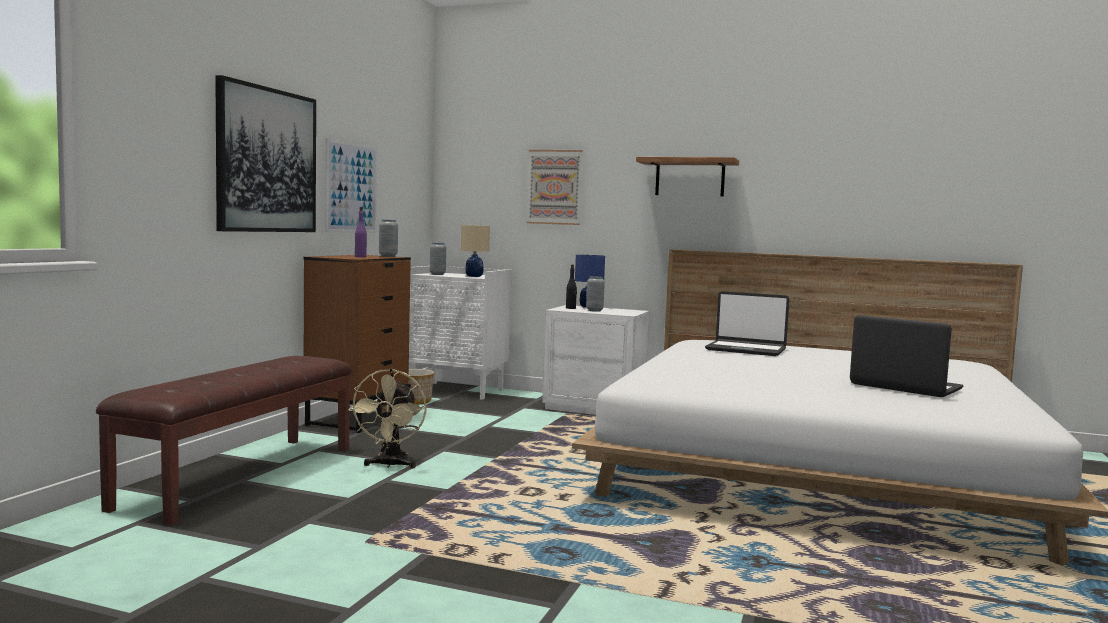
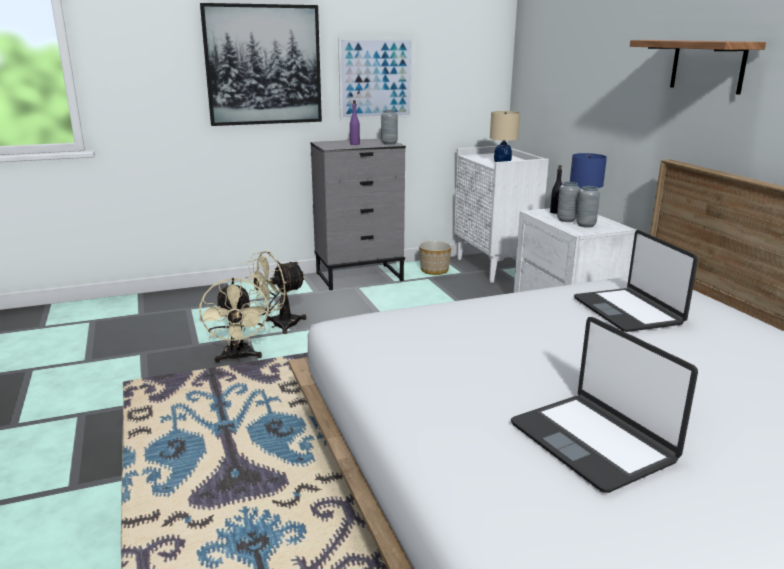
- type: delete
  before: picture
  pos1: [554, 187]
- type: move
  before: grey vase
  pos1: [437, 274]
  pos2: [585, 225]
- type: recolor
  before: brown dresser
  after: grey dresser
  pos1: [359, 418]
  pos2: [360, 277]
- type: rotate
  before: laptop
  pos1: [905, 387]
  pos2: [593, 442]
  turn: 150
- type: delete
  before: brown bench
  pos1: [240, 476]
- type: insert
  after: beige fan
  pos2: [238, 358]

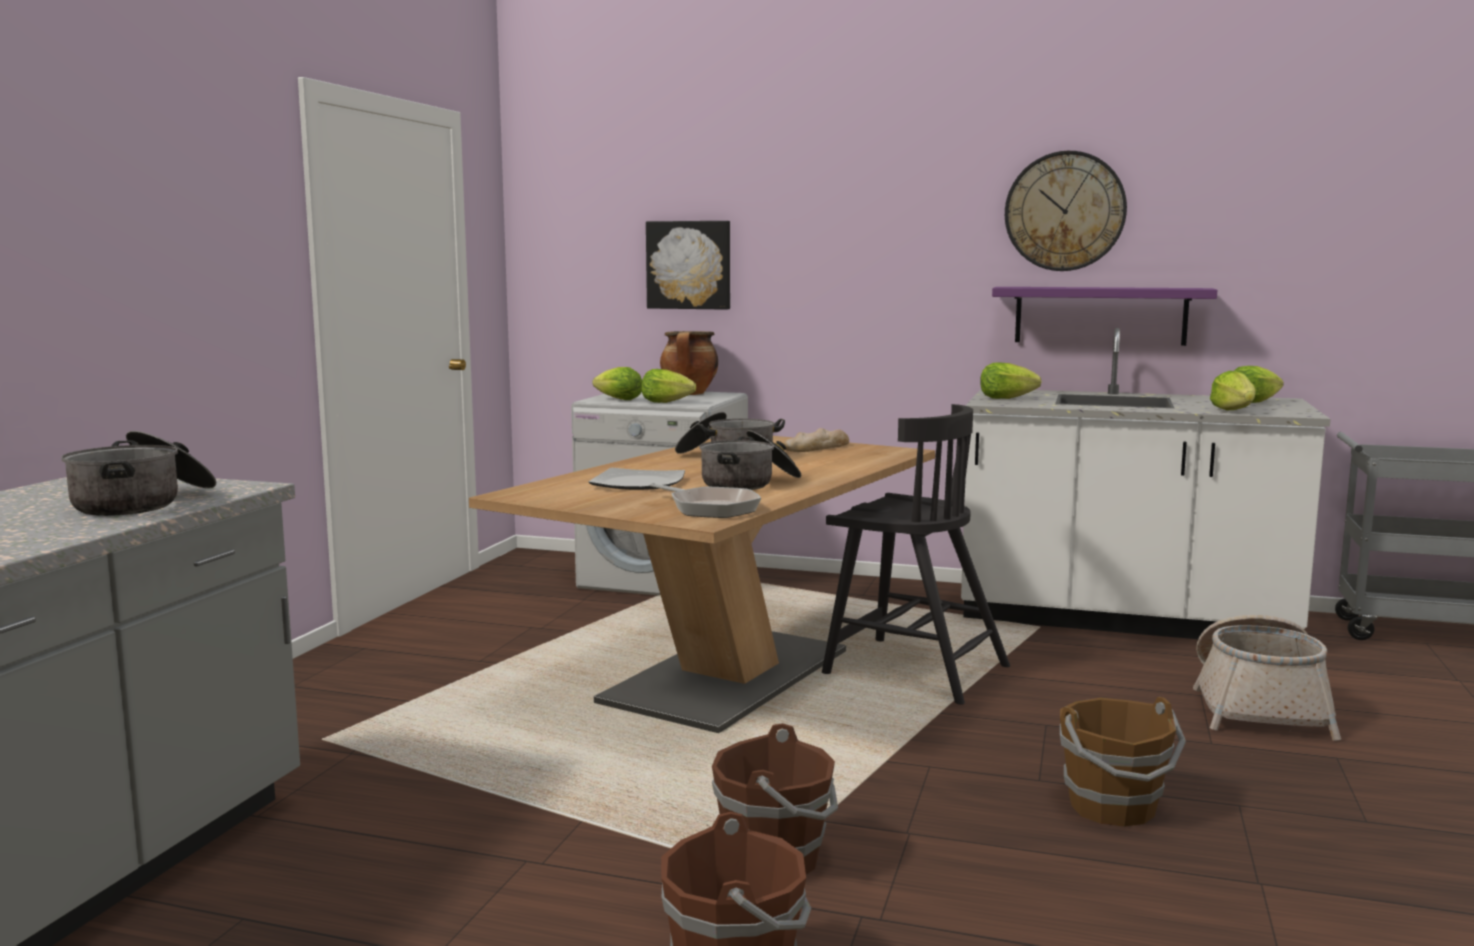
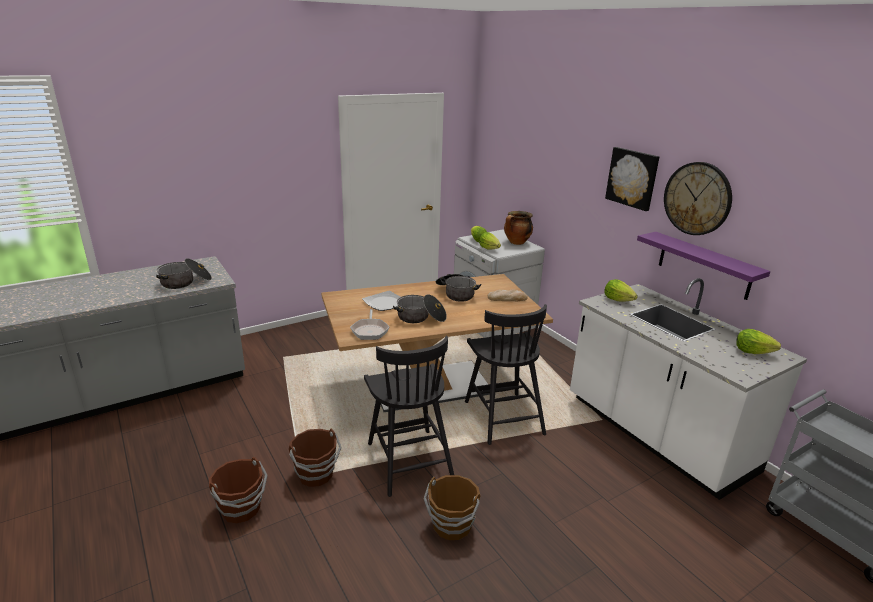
- type: move
  before: picture
  pos1: [689, 265]
  pos2: [632, 178]
- type: delete
  before: lettuce
  pos1: [1233, 411]
- type: delete
  before: basket
  pos1: [1259, 706]
- type: insert
  after: black chair
  pos2: [409, 459]

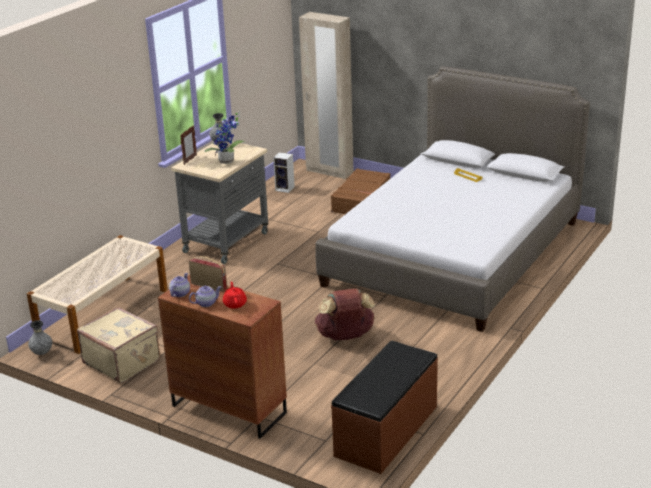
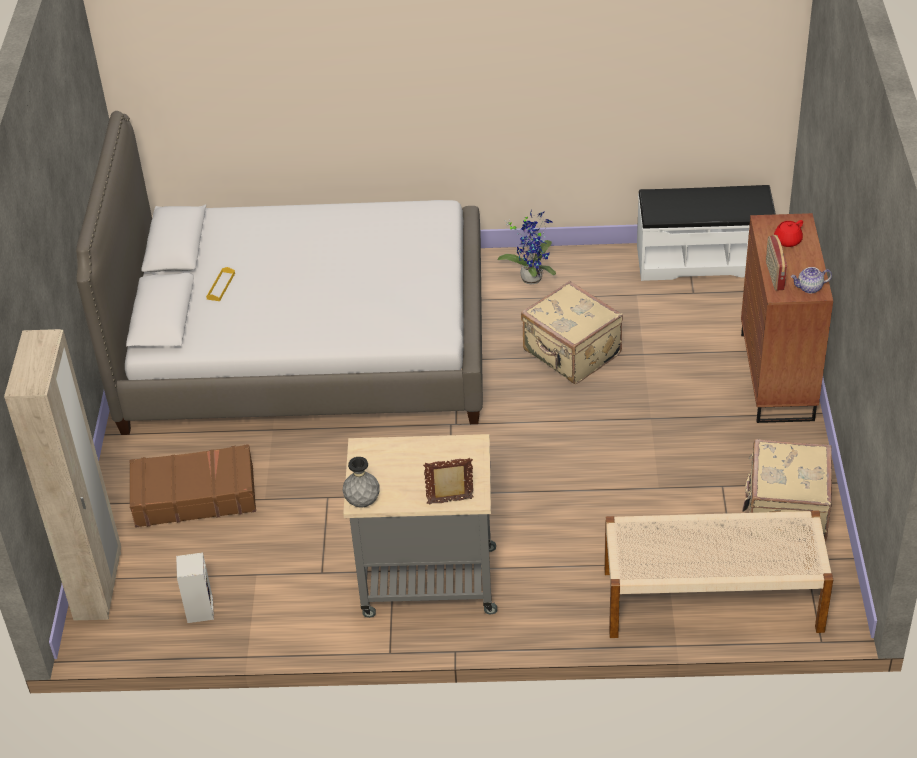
- type: move
  before: potted plant
  pos1: [228, 162]
  pos2: [532, 276]
- type: delete
  before: teapot
  pos1: [206, 303]
- type: replace
  before: brown backpack
  after: beige suitcase
  pos1: [345, 336]
  pos2: [571, 354]
- type: delete
  before: grey vase
  pos1: [42, 353]
- type: recolor
  before: brown bench
  after: white bench
  pos1: [387, 431]
  pos2: [702, 259]

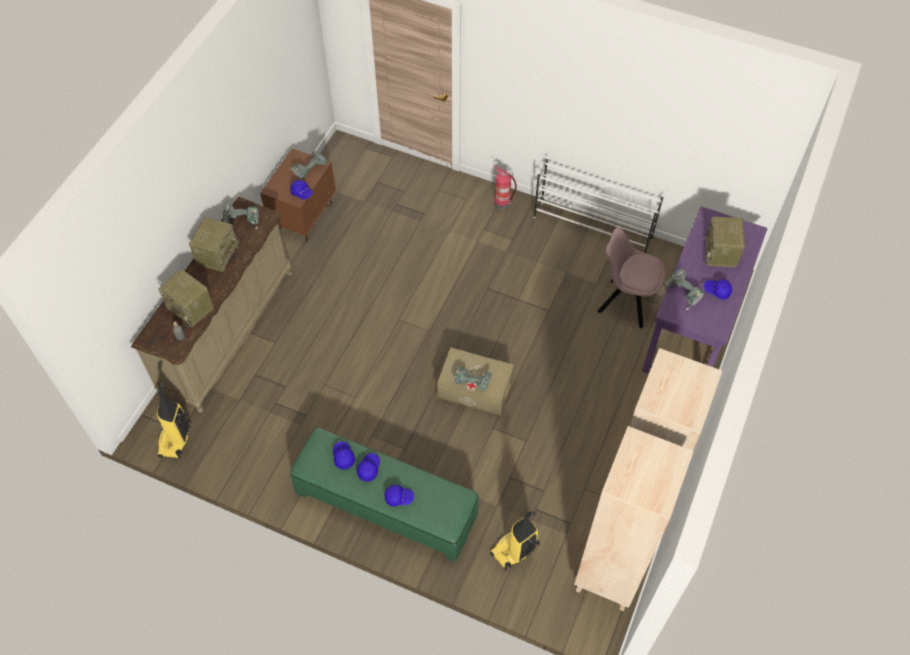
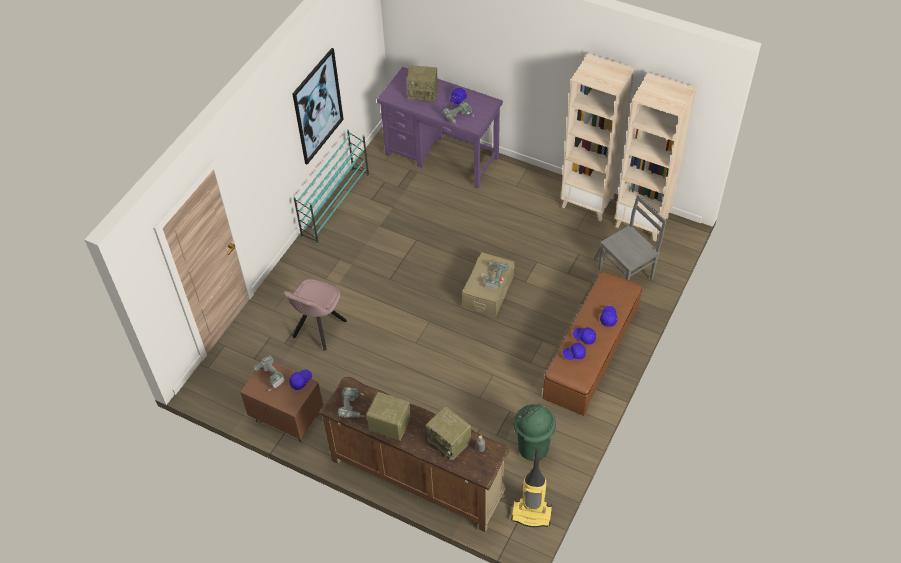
- type: recolor
  before: white shoe rack
  after: turquoise shoe rack
  pos1: [592, 228]
  pos2: [336, 205]
- type: delete
  before: fire extinguisher
  pos1: [503, 203]
- type: move
  before: pink chair
  pos1: [626, 303]
  pos2: [319, 329]
- type: rotate
  before: radio
  pos1: [191, 308]
  pos2: [450, 442]
  turn: 90
- type: recolor
  before: green bench
  after: brown bench
  pos1: [385, 504]
  pos2: [591, 353]
- type: replace
  before: vacuum cleaner
  after: grey chair
  pos1: [515, 550]
  pos2: [626, 273]
- type: insert
  after: picture
  pos2: [318, 106]
- type: insert
  after: green trash can
  pos2: [532, 448]

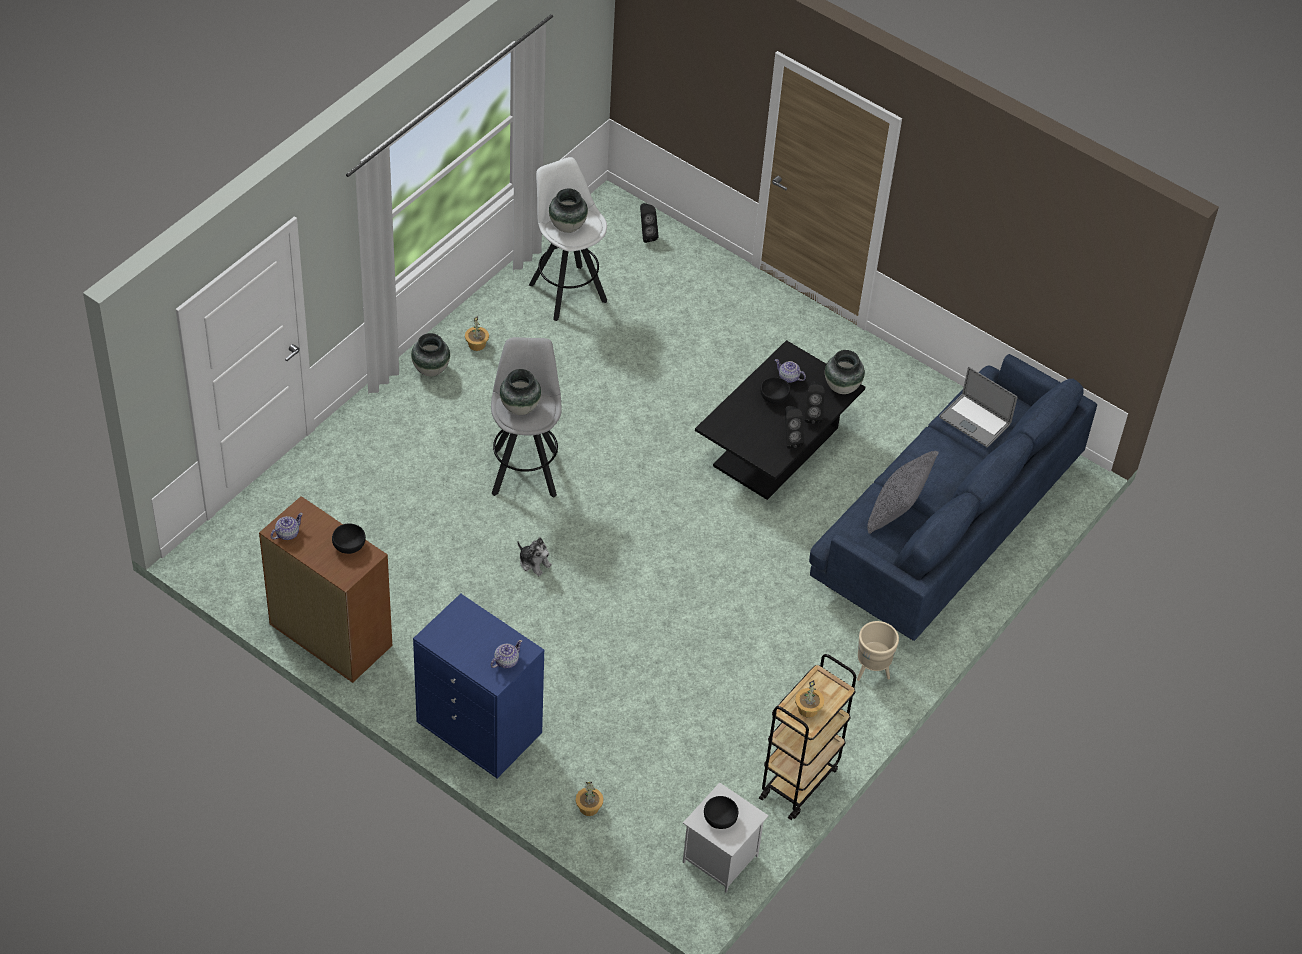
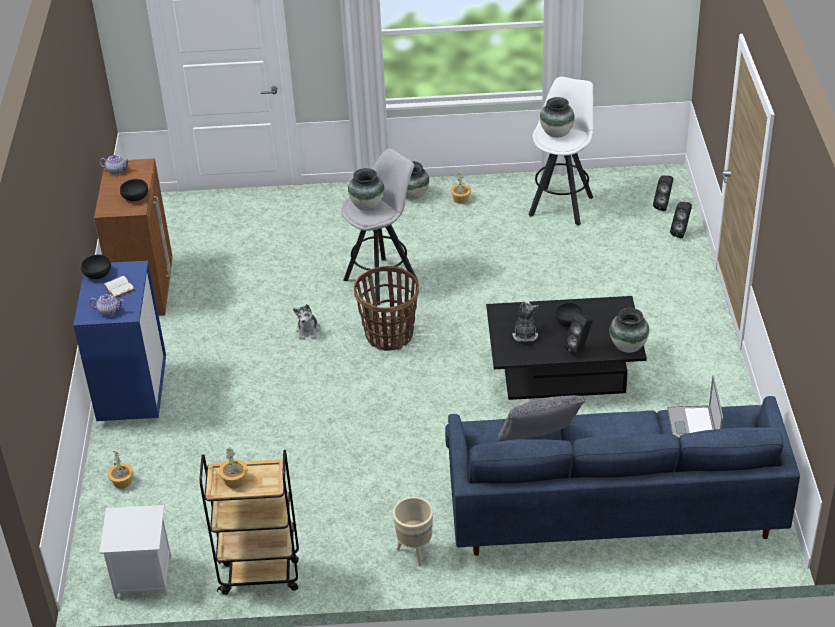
- type: delete
  before: teapot
  pos1: [789, 377]
- type: move
  before: black speaker
  pos1: [790, 439]
  pos2: [681, 233]
- type: move
  before: black bowl
  pos1: [719, 818]
  pos2: [97, 273]
- type: insert
  after: basket
  pos2: [389, 335]
- type: insert
  after: white book
  pos2: [118, 287]
- type: insert
  after: plush toy
  pos2: [525, 335]

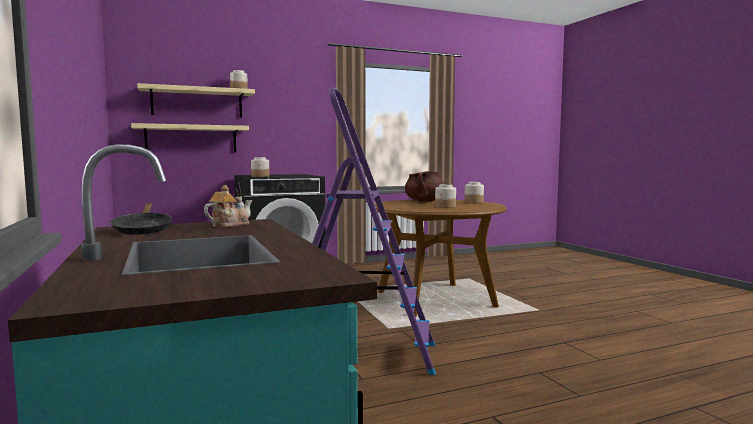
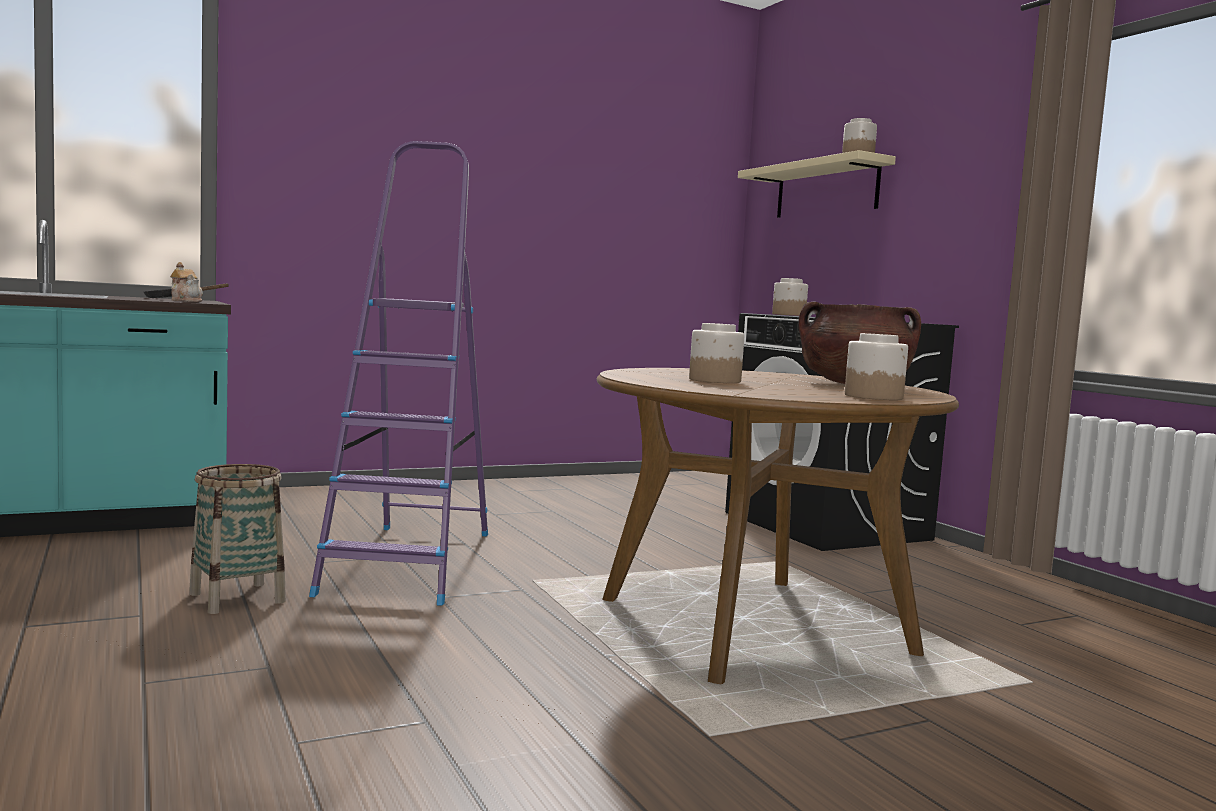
- type: delete
  before: beige shelf
  pos1: [191, 139]
- type: insert
  after: basket
  pos2: [237, 598]

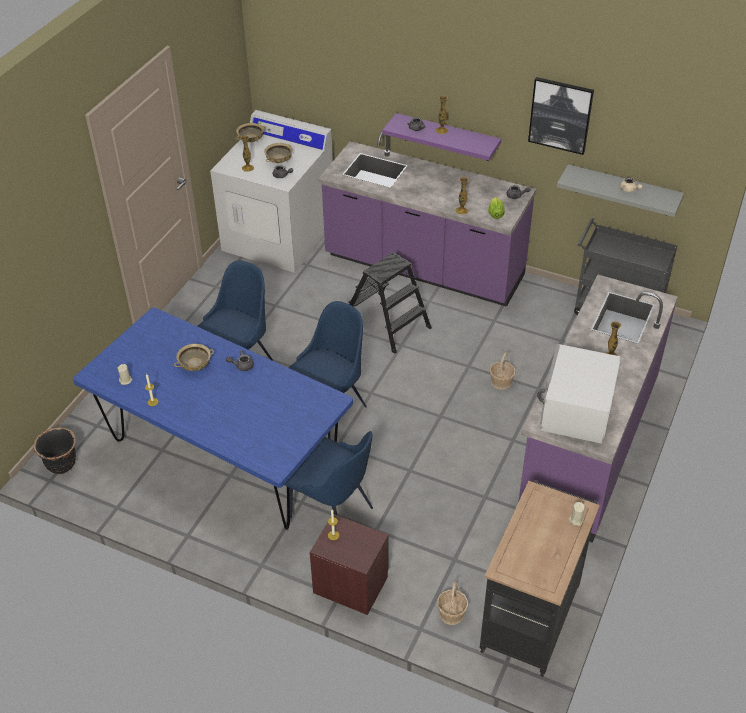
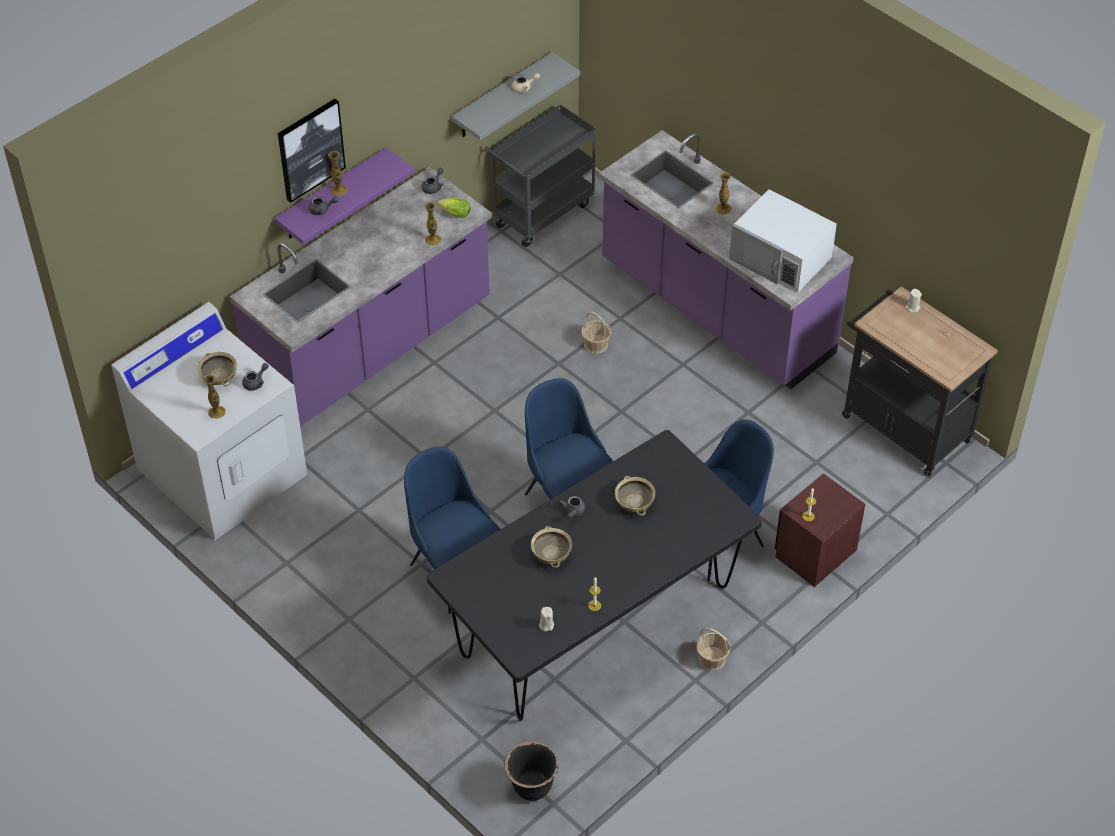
- type: move
  before: picture
  pos1: [560, 115]
  pos2: [310, 149]
- type: move
  before: beige bowl
  pos1: [250, 139]
  pos2: [634, 503]
- type: delete
  before: black step ladder
  pos1: [387, 322]
- type: recolor
  before: blue dining table
  after: black dining table
  pos1: [221, 458]
  pos2: [594, 623]
- type: move
  before: basket
  pos1: [451, 614]
  pos2: [712, 659]

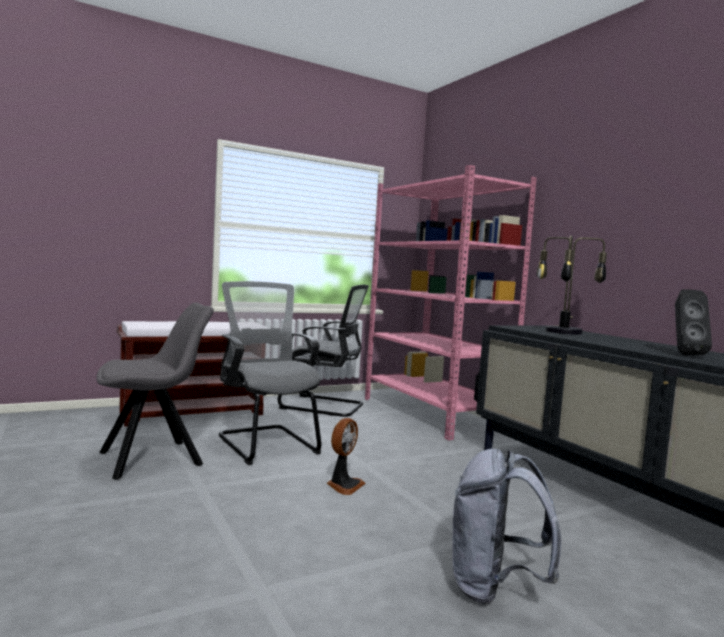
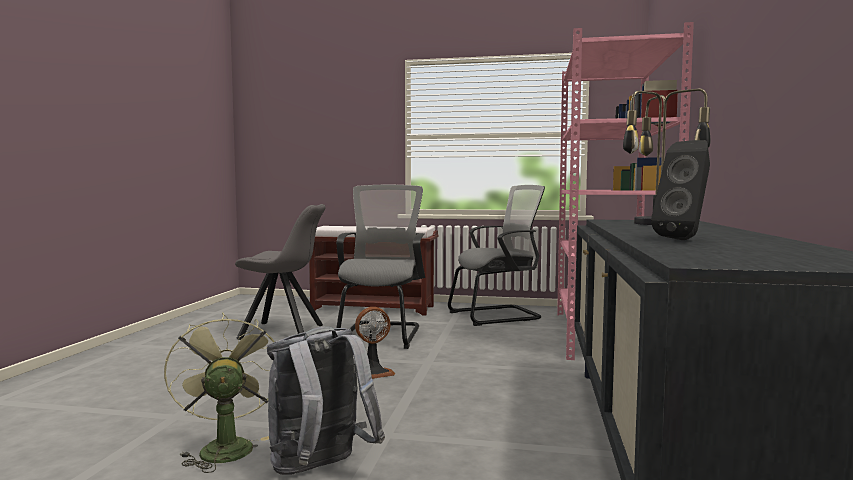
- type: rotate
  before: chair
  pos1: [324, 406]
  pos2: [497, 316]
  turn: -75
- type: insert
  after: green fan
  pos2: [224, 447]

